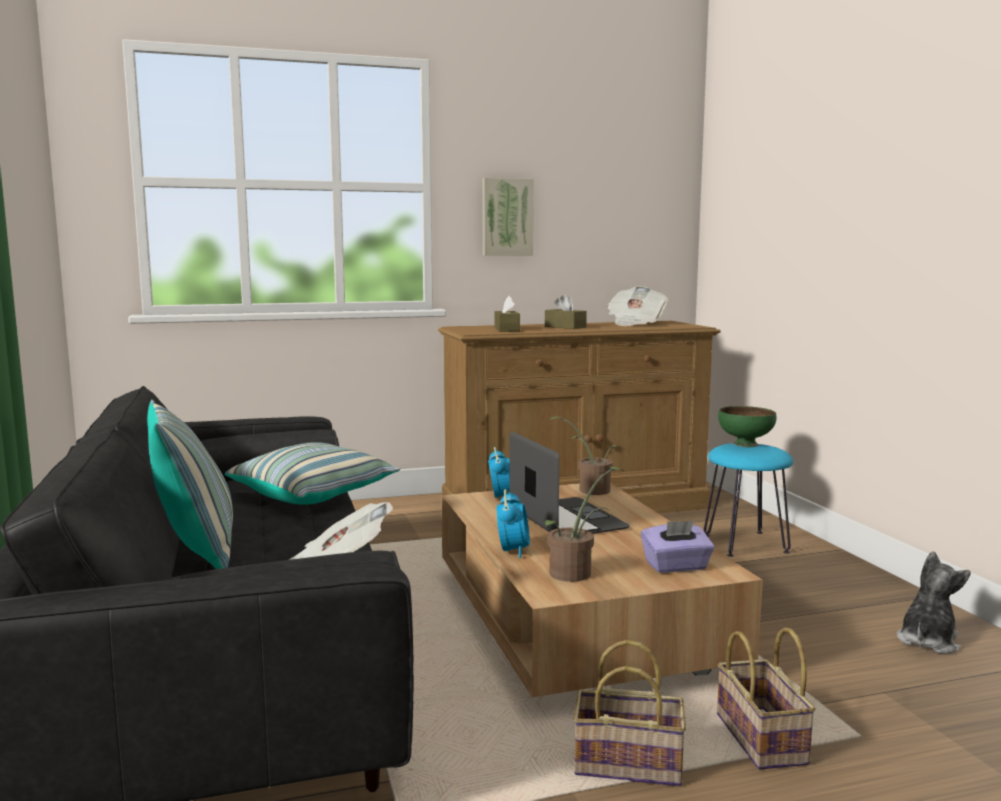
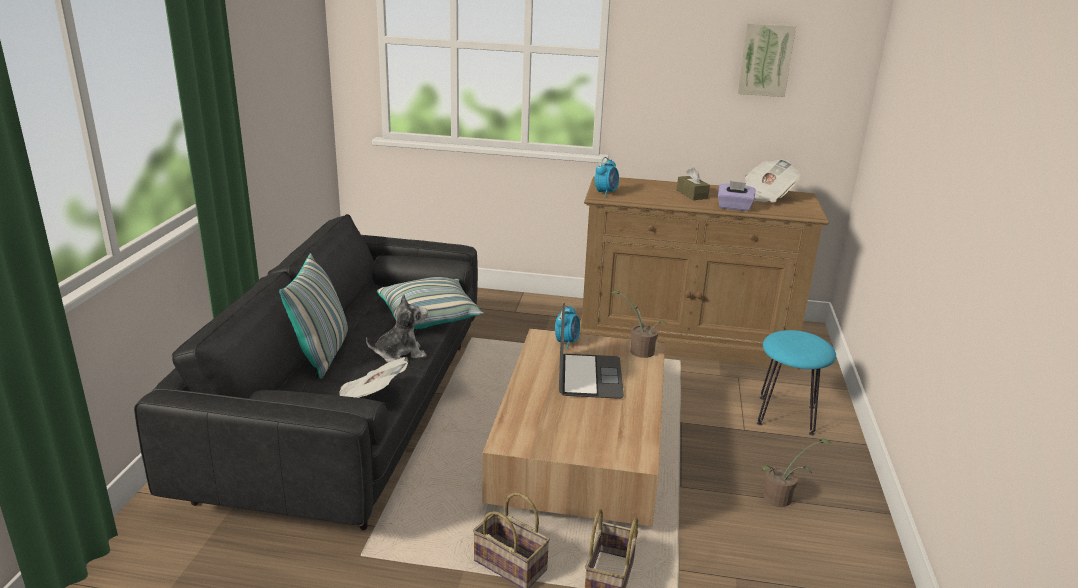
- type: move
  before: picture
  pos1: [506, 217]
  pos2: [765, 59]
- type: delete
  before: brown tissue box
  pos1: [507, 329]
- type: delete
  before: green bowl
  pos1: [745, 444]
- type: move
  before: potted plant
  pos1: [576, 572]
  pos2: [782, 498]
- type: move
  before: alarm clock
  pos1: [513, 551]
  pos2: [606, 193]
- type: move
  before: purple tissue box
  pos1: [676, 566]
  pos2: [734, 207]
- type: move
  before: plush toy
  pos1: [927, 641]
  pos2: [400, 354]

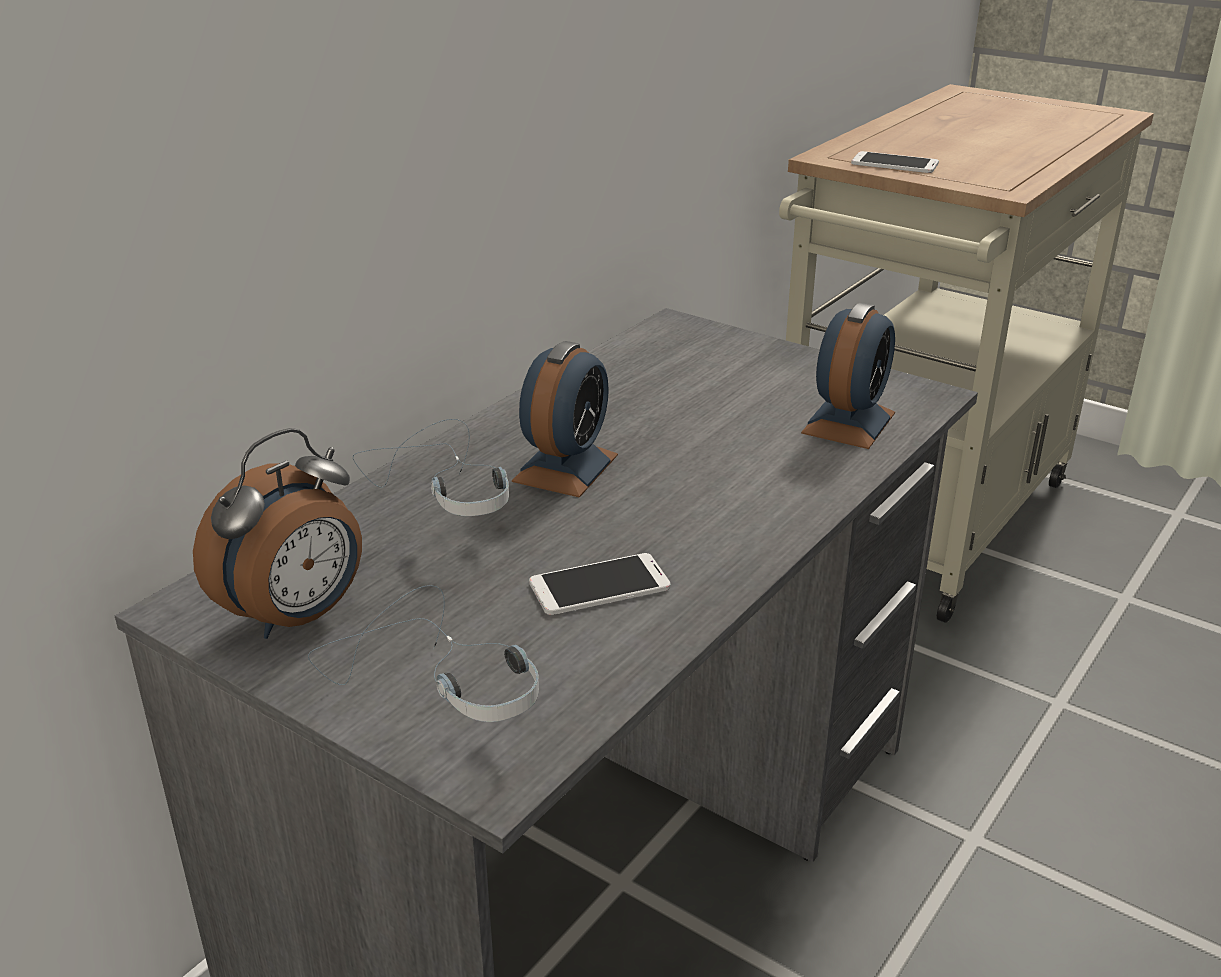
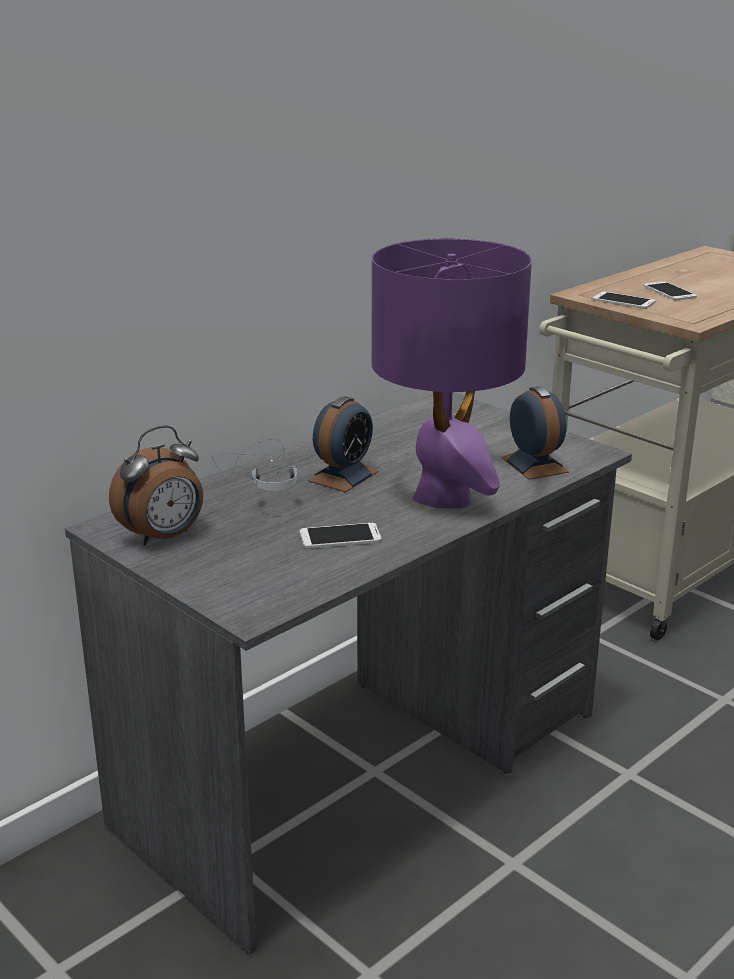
- type: rotate
  before: alarm clock
  pos1: [848, 423]
  pos2: [534, 465]
  turn: -60
- type: delete
  before: headphones
  pos1: [433, 720]
- type: insert
  after: purple table lamp
  pos2: [444, 496]
- type: insert
  after: phone
  pos2: [669, 292]

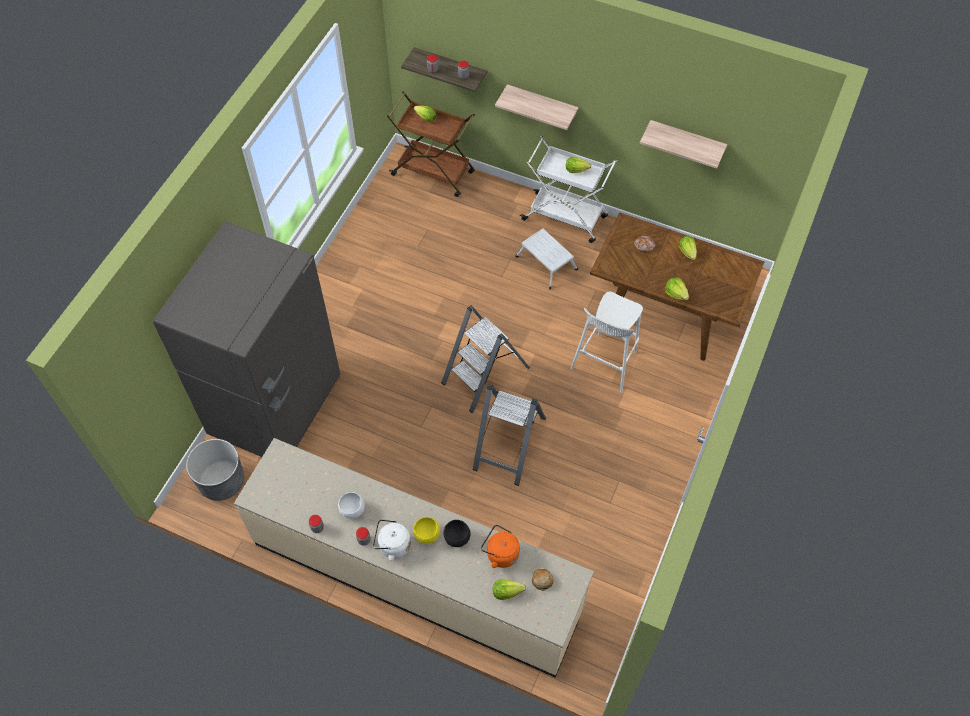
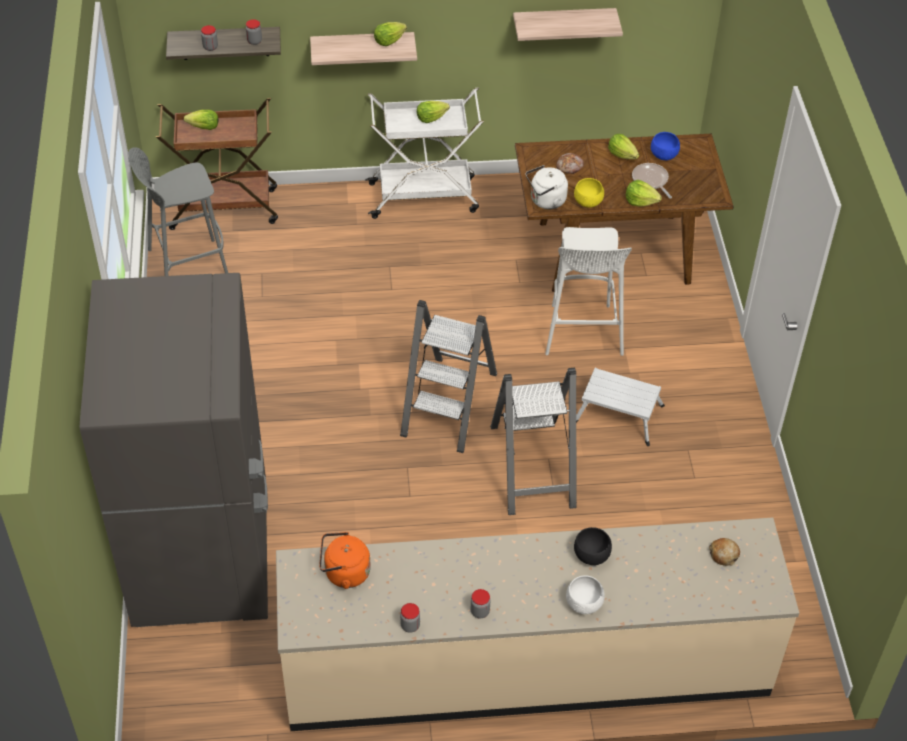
- type: move
  before: white step ladder
  pos1: [546, 263]
  pos2: [619, 414]
- type: delete
  before: grey planter
  pos1: [222, 481]
- type: move
  before: white bowl
  pos1: [353, 510]
  pos2: [585, 605]
- type: move
  before: yellow bowl
  pos1: [427, 535]
  pos2: [588, 203]
- type: move
  before: white kettle
  pos1: [392, 545]
  pos2: [546, 201]
- type: move
  before: orange kettle
  pos1: [500, 553]
  pos2: [344, 573]
- type: move
  before: lettuce
  pos1: [506, 592]
  pos2: [389, 41]
- type: insert
  after: blue bowl
  pos2: [664, 156]
- type: insert
  after: grey stool
  pos2: [186, 266]
- type: insert
  after: frying pan
  pos2: [651, 180]

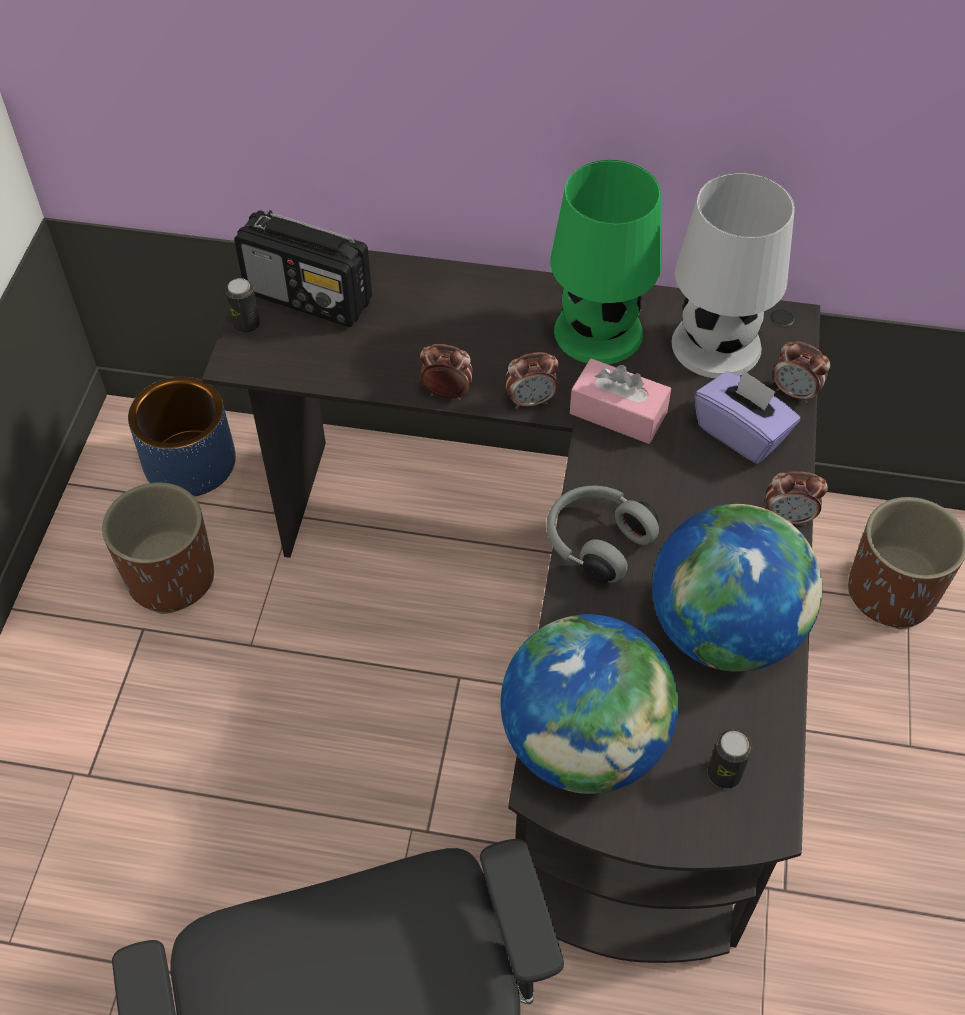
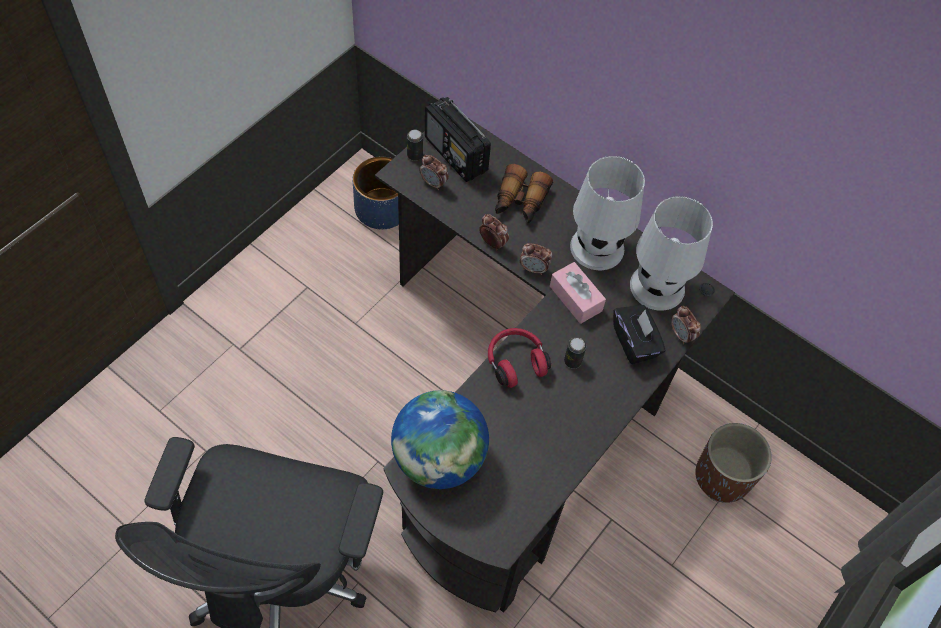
- type: recolor
  before: green table lamp
  after: white table lamp
  pos1: [599, 332]
  pos2: [597, 248]
- type: recolor
  before: purple tissue box
  after: black tissue box
  pos1: [741, 433]
  pos2: [635, 342]
- type: move
  before: alarm clock
  pos1: [788, 517]
  pos2: [434, 183]
- type: delete
  before: brown planter
  pos1: [171, 578]
- type: recolor
  before: grey headphones
  after: red headphones
  pos1: [596, 541]
  pos2: [515, 361]
- type: delete
  before: globe
  pos1: [723, 630]
- type: move
  before: can
  pos1: [724, 773]
  pos2: [572, 361]
- type: insert
  after: binoculars
  pos2: [520, 202]

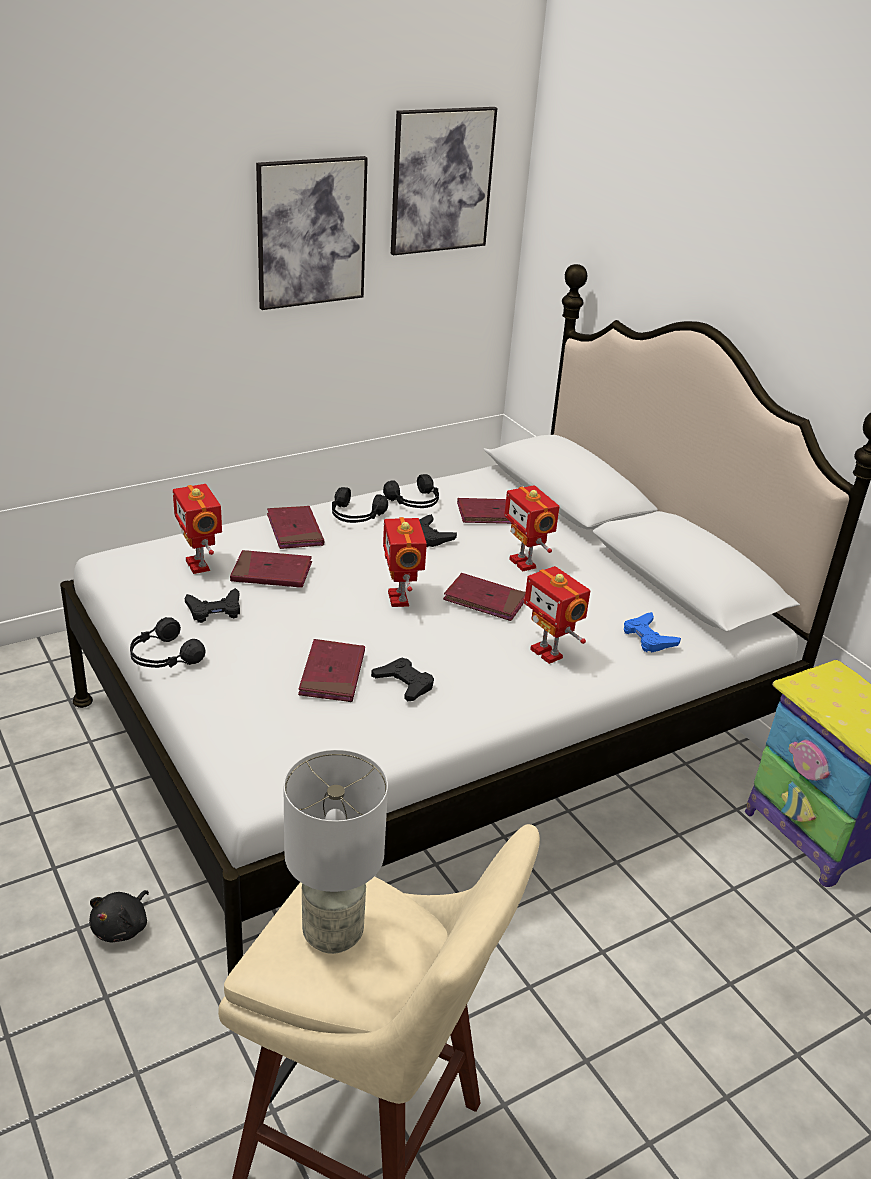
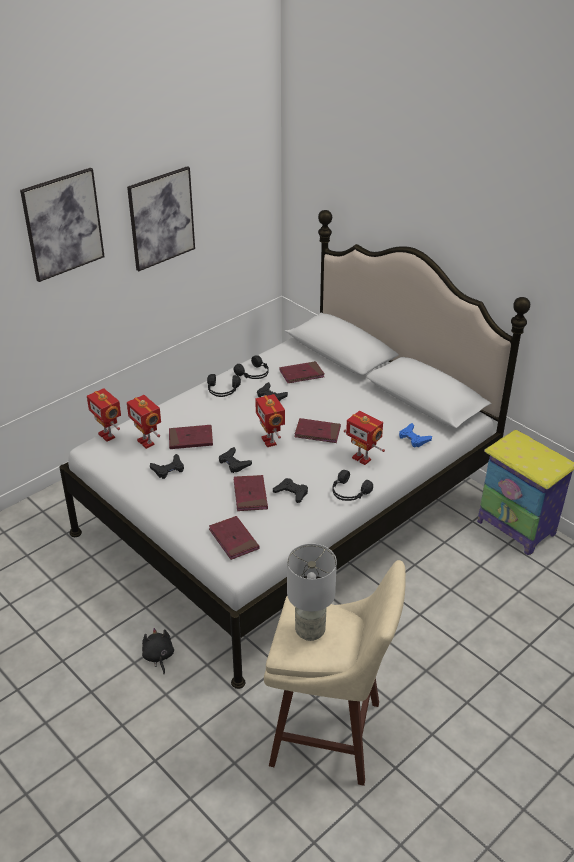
- type: move
  before: picture
  pos1: [441, 180]
  pos2: [63, 224]
- type: move
  before: toy robot
  pos1: [524, 563]
  pos2: [108, 435]
- type: move
  before: red book
  pos1: [295, 531]
  pos2: [233, 539]
- type: move
  before: black headphones
  pos1: [163, 657]
  pos2: [349, 493]
- type: rotate
  before: black plush toy
  pos1: [122, 927]
  pos2: [158, 657]
  turn: 150
- type: insert
  after: black game controller
  pos2: [234, 463]

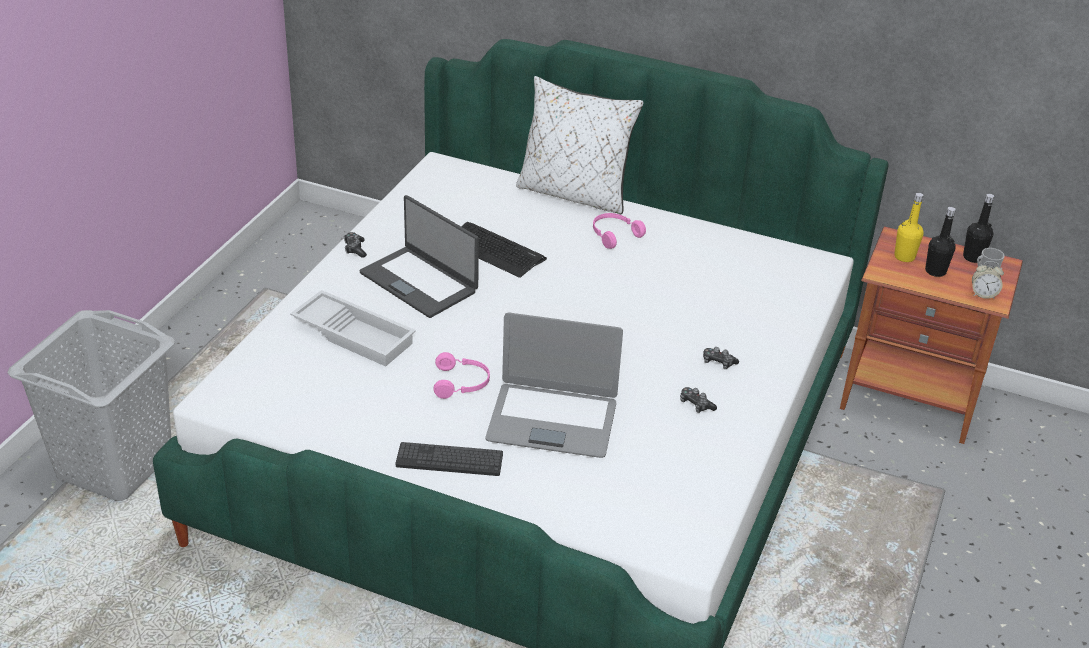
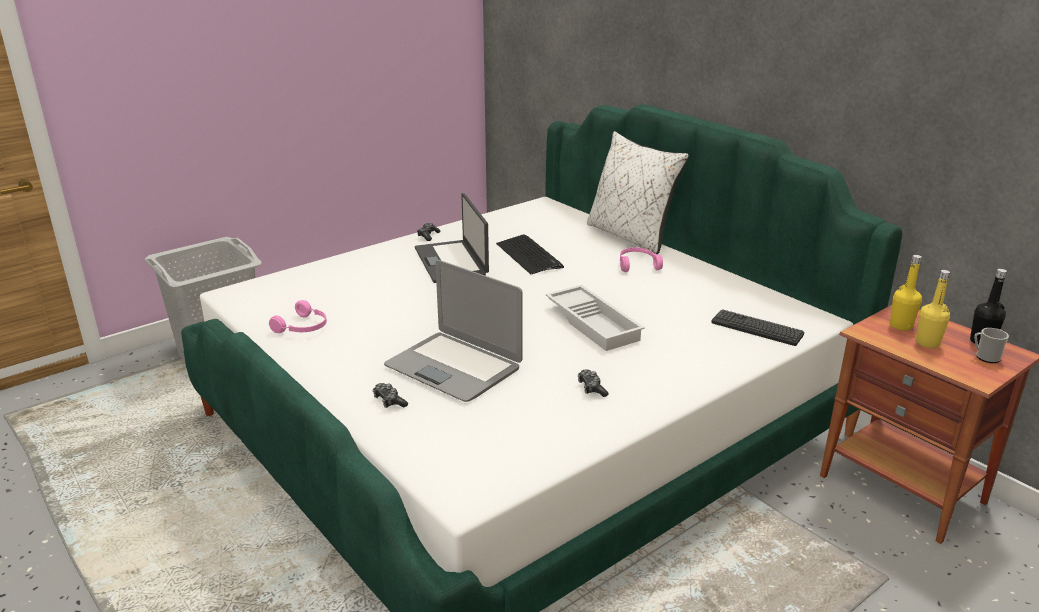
- type: recolor
  before: black bottle
  after: yellow bottle
  pos1: [935, 271]
  pos2: [927, 343]
- type: delete
  before: alarm clock
  pos1: [983, 294]
- type: move
  before: white tray
  pos1: [355, 334]
  pos2: [594, 323]
- type: move
  before: game controller
  pos1: [718, 362]
  pos2: [389, 401]
- type: move
  before: pink headphones
  pos1: [462, 383]
  pos2: [303, 327]
- type: move
  before: keyboard
  pos1: [449, 460]
  pos2: [757, 328]

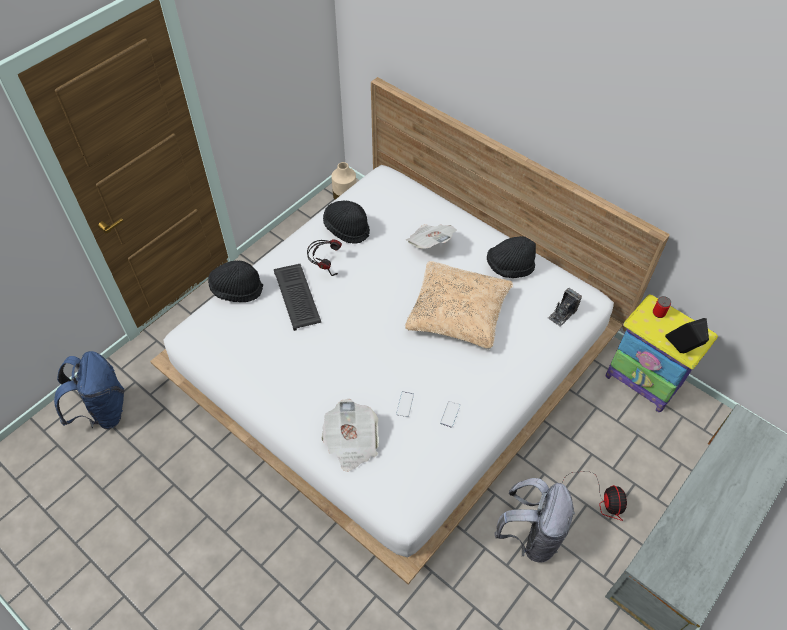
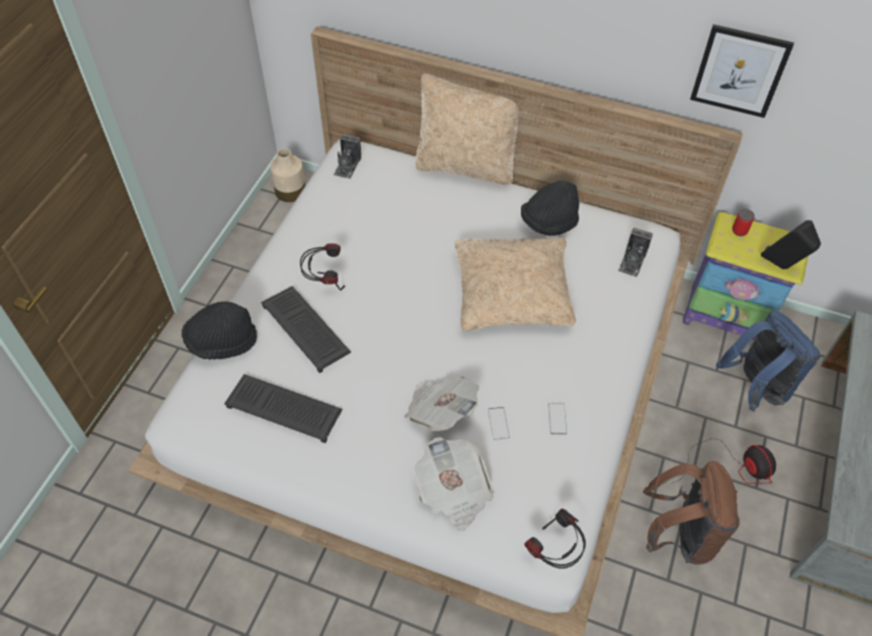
- type: delete
  before: black hat
  pos1: [347, 229]
- type: move
  before: newspaper
  pos1: [430, 243]
  pos2: [440, 411]
- type: move
  before: blue backpack
  pos1: [103, 411]
  pos2: [755, 388]
- type: recolor
  before: grey backpack
  after: brown backpack
  pos1: [531, 535]
  pos2: [680, 535]
- type: insert
  after: picture
  pos2: [739, 71]
- type: insert
  after: beige pillow
  pos2: [466, 169]
- type: insert
  after: photo camera
  pos2: [347, 166]
- type: insert
  after: keyboard
  pos2: [285, 408]
- type: insert
  after: headphones
  pos2: [554, 552]

